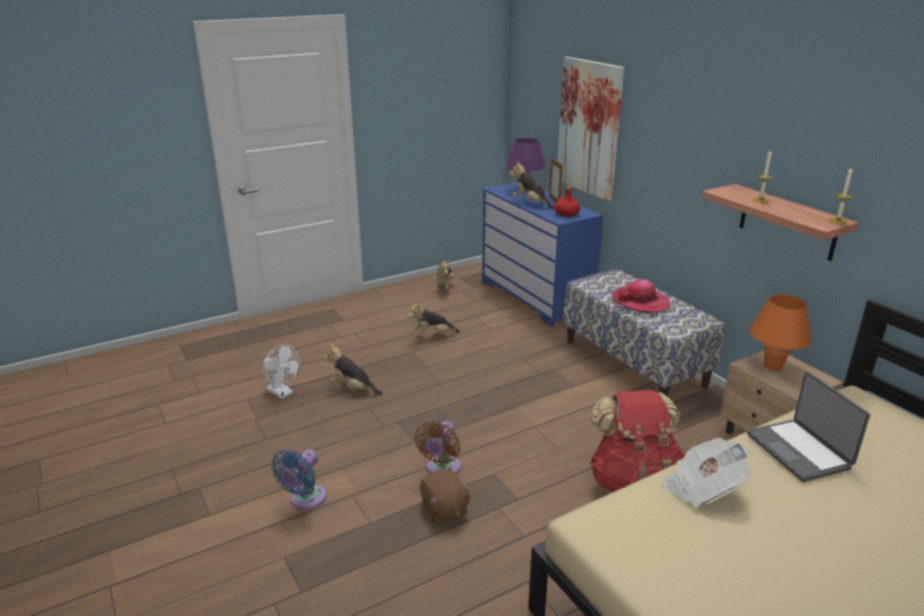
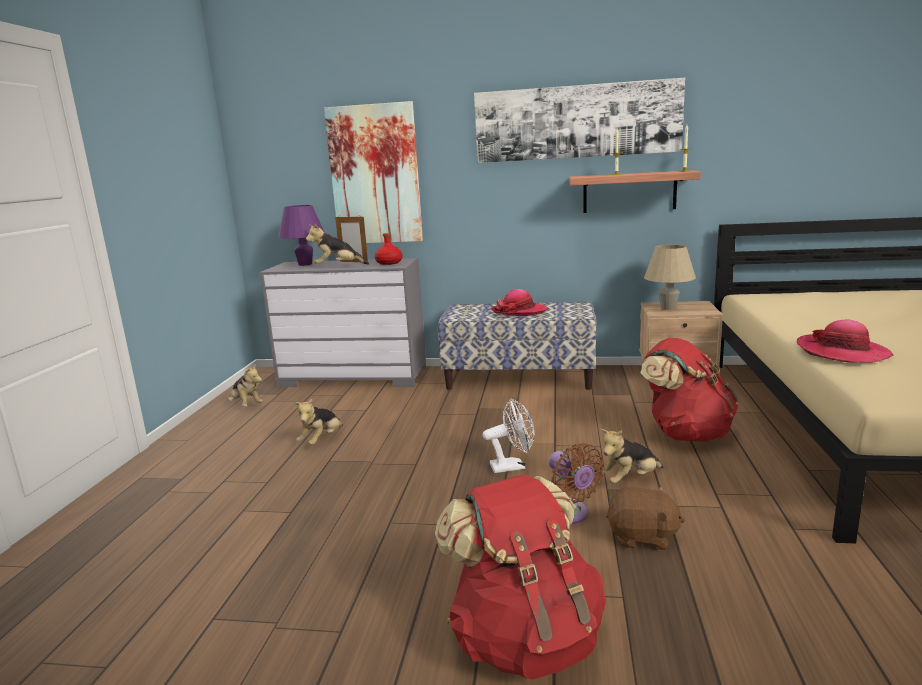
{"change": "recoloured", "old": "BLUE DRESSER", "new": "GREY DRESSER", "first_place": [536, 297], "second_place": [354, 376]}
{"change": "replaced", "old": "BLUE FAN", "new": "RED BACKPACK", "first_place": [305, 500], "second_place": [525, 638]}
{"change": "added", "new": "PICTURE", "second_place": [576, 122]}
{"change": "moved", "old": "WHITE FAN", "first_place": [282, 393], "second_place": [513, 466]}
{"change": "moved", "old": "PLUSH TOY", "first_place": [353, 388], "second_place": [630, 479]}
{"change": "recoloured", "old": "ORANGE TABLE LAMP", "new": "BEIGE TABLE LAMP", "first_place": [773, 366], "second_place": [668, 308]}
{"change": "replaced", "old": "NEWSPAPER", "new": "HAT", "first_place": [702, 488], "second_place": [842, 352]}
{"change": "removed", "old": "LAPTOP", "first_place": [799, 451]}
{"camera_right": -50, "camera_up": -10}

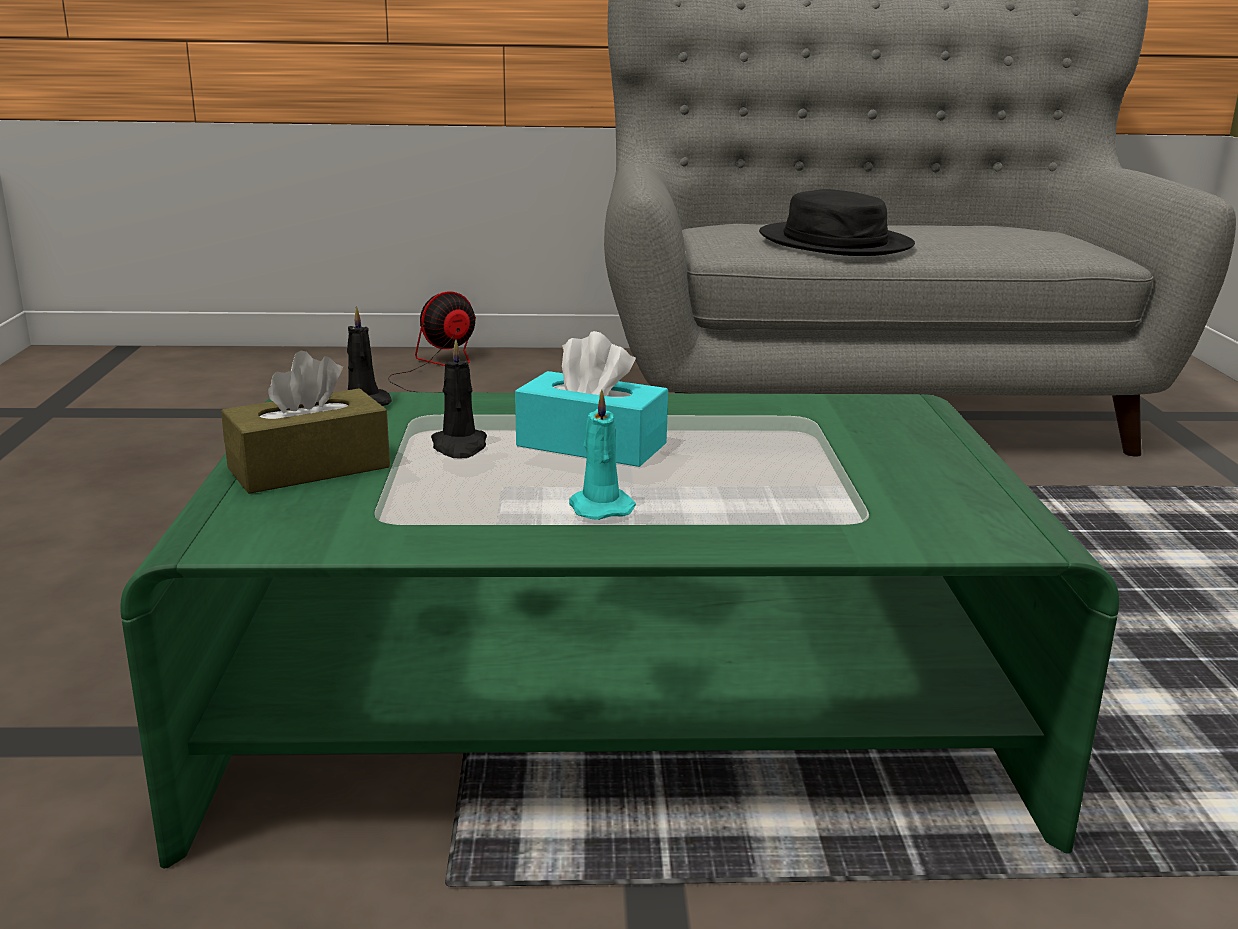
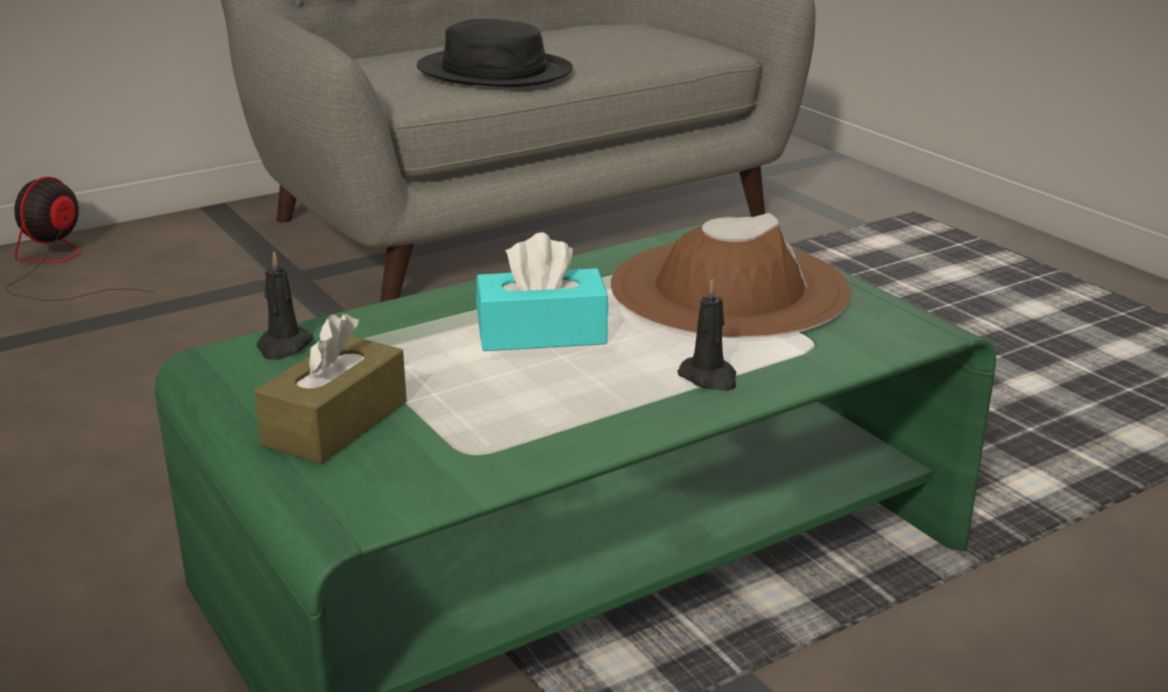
{"change": "added", "new": "BROWN HAT", "second_place": [729, 289]}
{"change": "moved", "old": "BLACK CANDLE", "first_place": [459, 447], "second_place": [709, 378]}
{"change": "removed", "old": "TURQUOISE CANDLE", "first_place": [599, 507]}
{"camera_right": -30, "camera_up": 5}

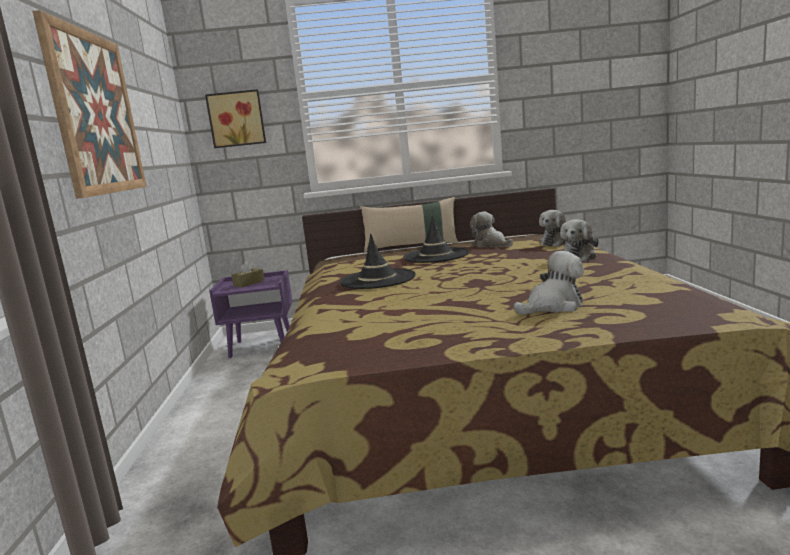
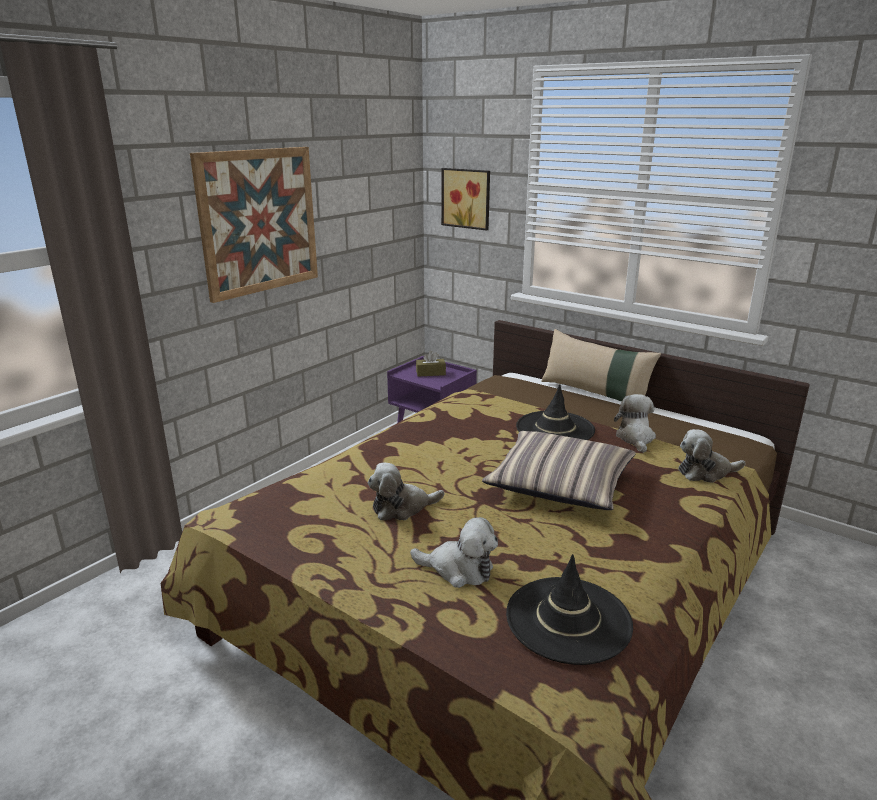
{"change": "moved", "old": "PLUSH TOY", "first_place": [578, 256], "second_place": [402, 508]}
{"change": "added", "new": "PILLOW", "second_place": [560, 484]}
{"change": "moved", "old": "BLACK HAT", "first_place": [377, 279], "second_place": [568, 619]}
{"camera_right": 40, "camera_up": 10}

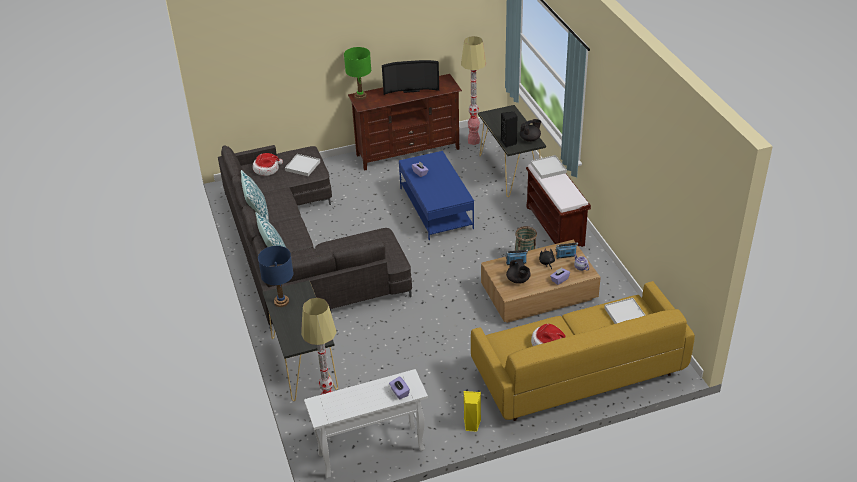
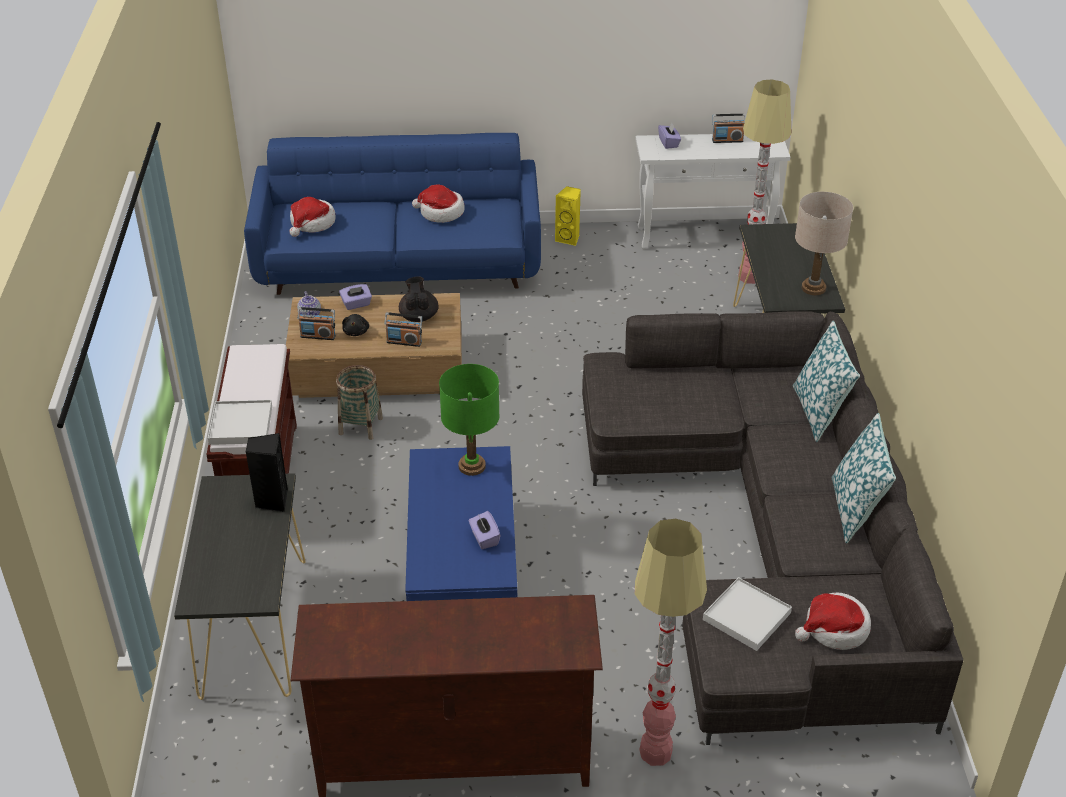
{"change": "recoloured", "old": "YELLOW SOFA", "new": "BLUE SOFA", "first_place": [577, 372], "second_place": [400, 263]}
{"change": "replaced", "old": "WHITE TRAY", "new": "HAT", "first_place": [625, 314], "second_place": [312, 223]}
{"change": "moved", "old": "GREEN TABLE LAMP", "first_place": [360, 96], "second_place": [472, 466]}
{"change": "moved", "old": "FLOOR LAMP", "first_place": [473, 141], "second_place": [655, 752]}
{"change": "added", "new": "RADIO", "second_place": [727, 140]}
{"change": "recoloured", "old": "BLUE TABLE LAMP", "new": "BEIGE TABLE LAMP", "first_place": [281, 301], "second_place": [813, 288]}
{"change": "removed", "old": "TELEVISION", "first_place": [410, 89]}
{"change": "removed", "old": "BLACK TEAPOT", "first_place": [530, 139]}
{"camera_right": -165, "camera_up": 0}

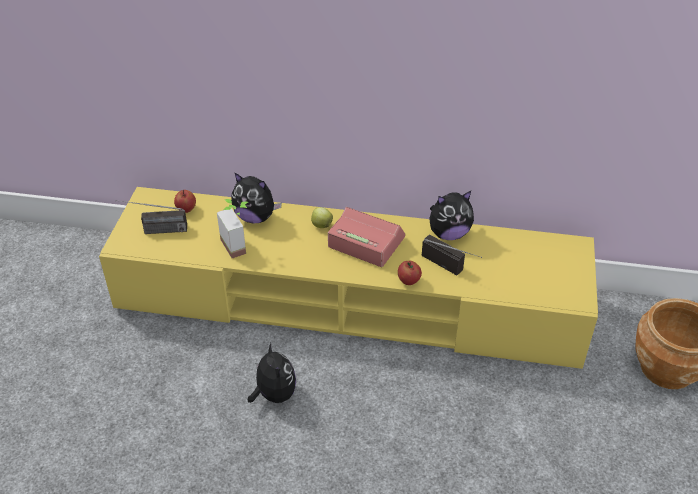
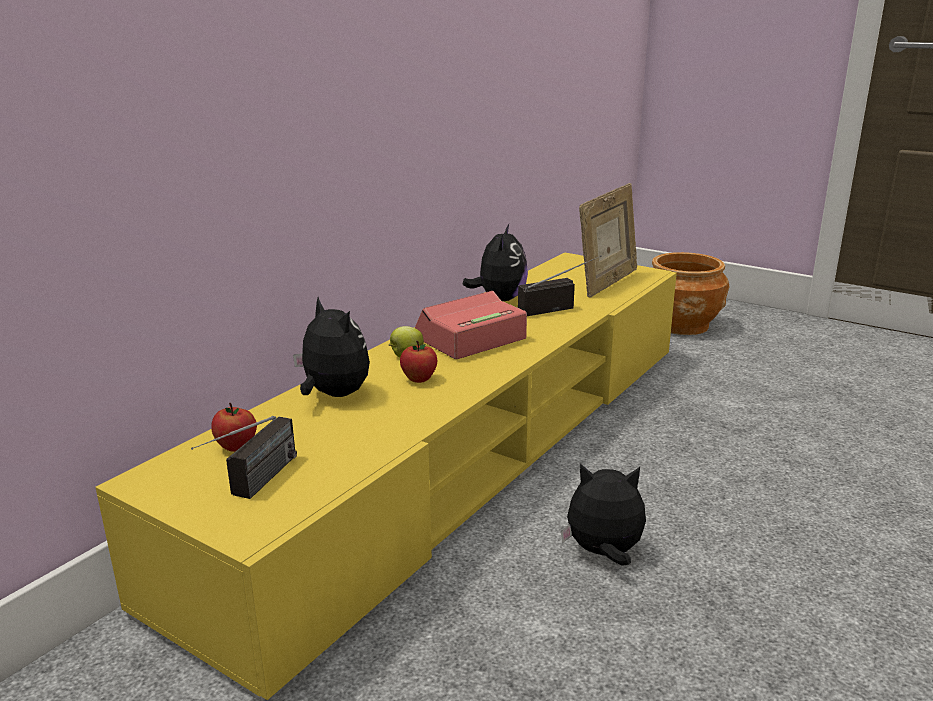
{"change": "turned", "old": "PLUSH TOY", "first_place": [255, 217], "second_place": [333, 395], "degrees": -90}
{"change": "moved", "old": "APPLE", "first_place": [409, 281], "second_place": [419, 379]}
{"change": "added", "new": "PICTURE FRAME", "second_place": [607, 283]}
{"change": "removed", "old": "POTTED PLANT", "first_place": [239, 244]}
{"camera_right": -65, "camera_up": -20}

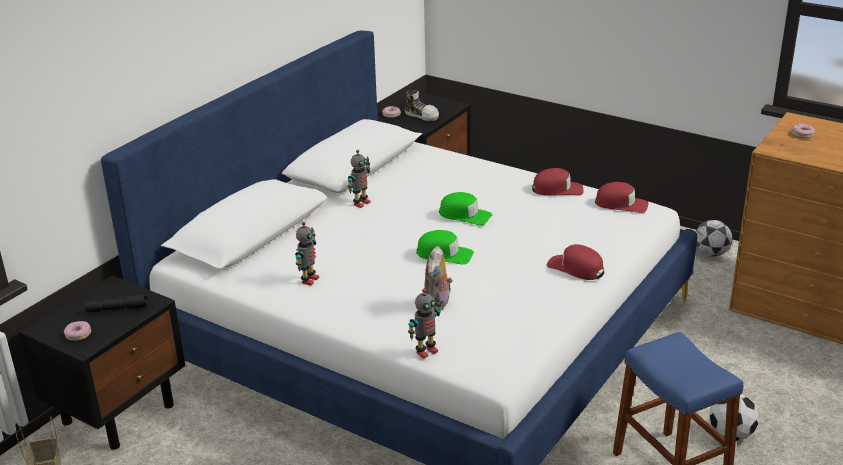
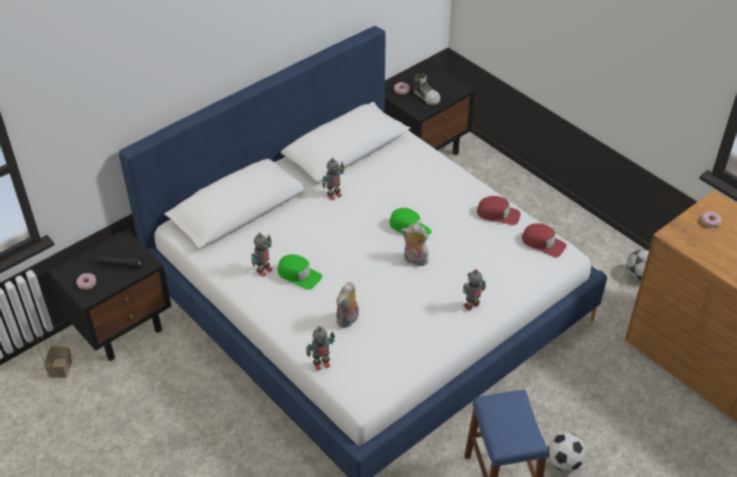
{"change": "moved", "old": "GREEN CAP", "first_place": [444, 254], "second_place": [299, 275]}
{"change": "added", "new": "PLUSH TOY", "second_place": [414, 261]}
{"change": "replaced", "old": "RED CAP", "new": "TOY ROBOT", "first_place": [575, 268], "second_place": [472, 306]}
{"camera_right": 15, "camera_up": 15}

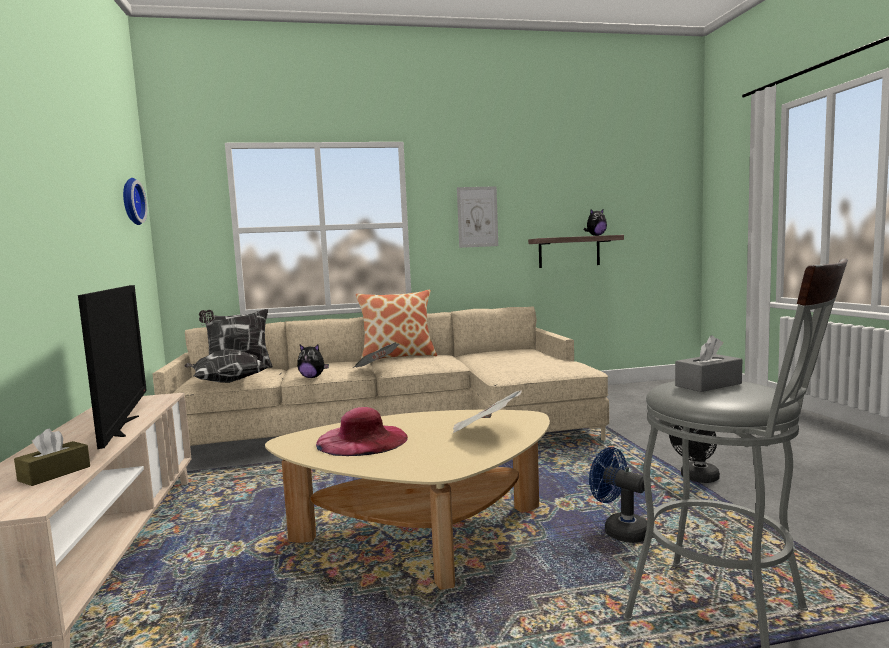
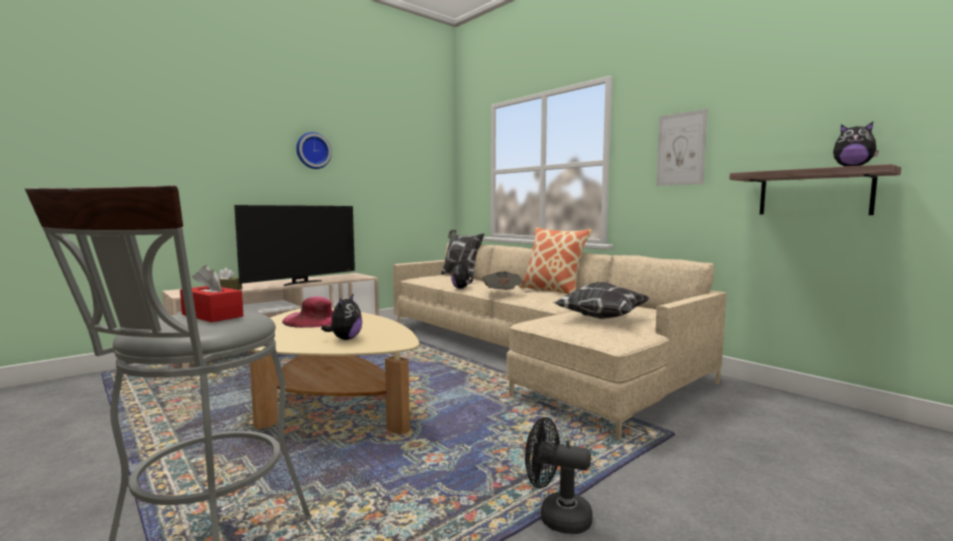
{"change": "recoloured", "old": "GREY TISSUE BOX", "new": "RED TISSUE BOX", "first_place": [708, 384], "second_place": [212, 315]}
{"change": "moved", "old": "WALL CLOCK", "first_place": [130, 201], "second_place": [312, 151]}
{"change": "replaced", "old": "NEWSPAPER", "new": "PLUSH TOY", "first_place": [484, 432], "second_place": [345, 339]}
{"change": "moved", "old": "PILLOW", "first_place": [227, 382], "second_place": [600, 318]}
{"change": "removed", "old": "BLUE FAN", "first_place": [620, 530]}
{"camera_right": 60, "camera_up": 0}

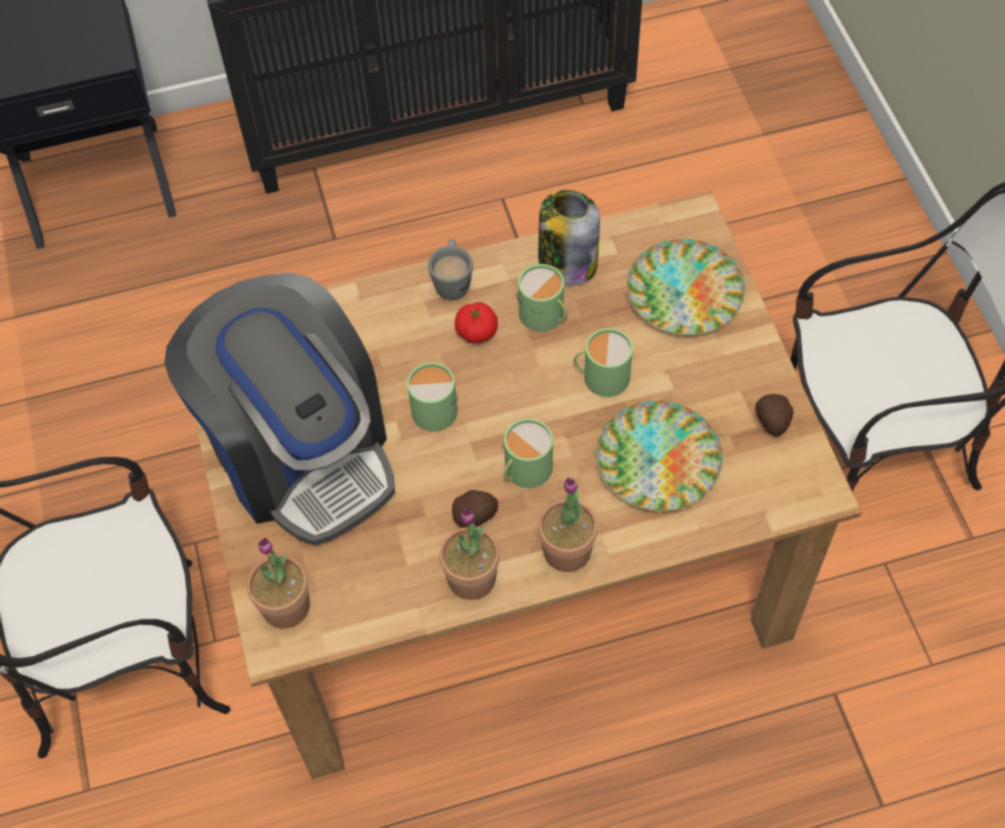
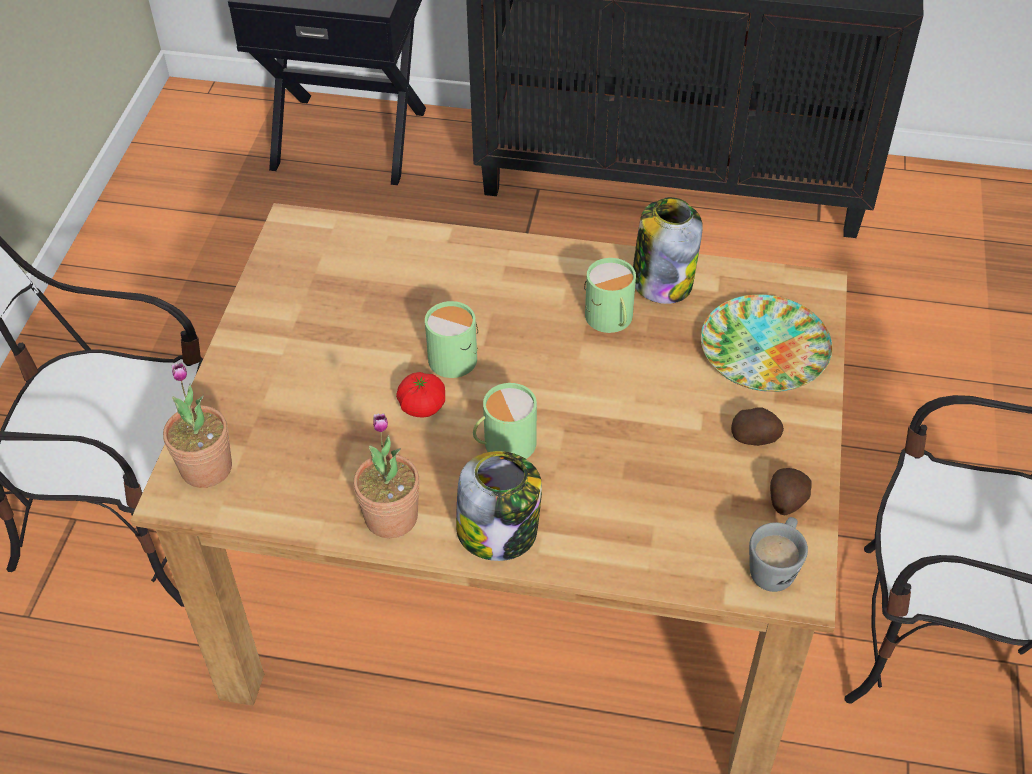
{"change": "moved", "old": "TOMATO", "first_place": [476, 331], "second_place": [422, 406]}
{"change": "replaced", "old": "POTTED PLANT", "new": "JAR", "first_place": [567, 551], "second_place": [499, 532]}
{"change": "moved", "old": "POTATO", "first_place": [476, 516], "second_place": [755, 438]}
{"change": "moved", "old": "GREY MUG", "first_place": [452, 281], "second_place": [775, 567]}
{"change": "removed", "old": "COFFEE MACHINE", "first_place": [300, 451]}
{"change": "removed", "old": "GREEN MUG", "first_place": [601, 376]}
{"change": "removed", "old": "PLATE", "first_place": [657, 461]}
{"camera_right": 25, "camera_up": -10}

